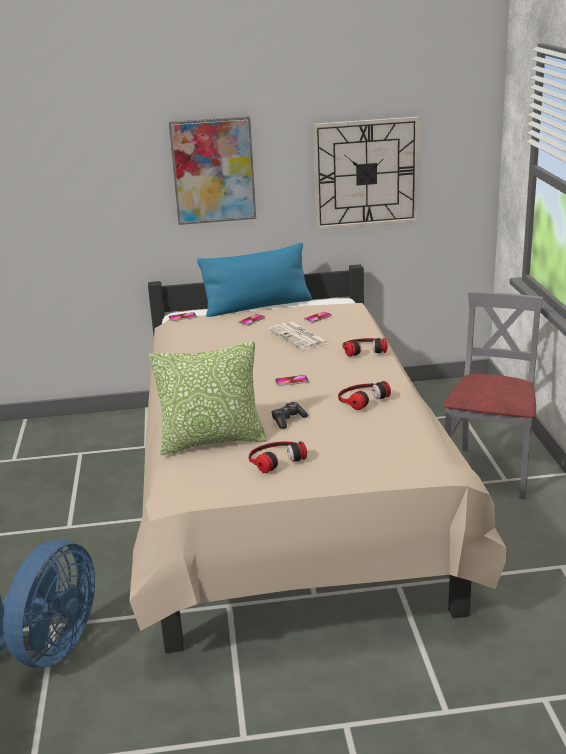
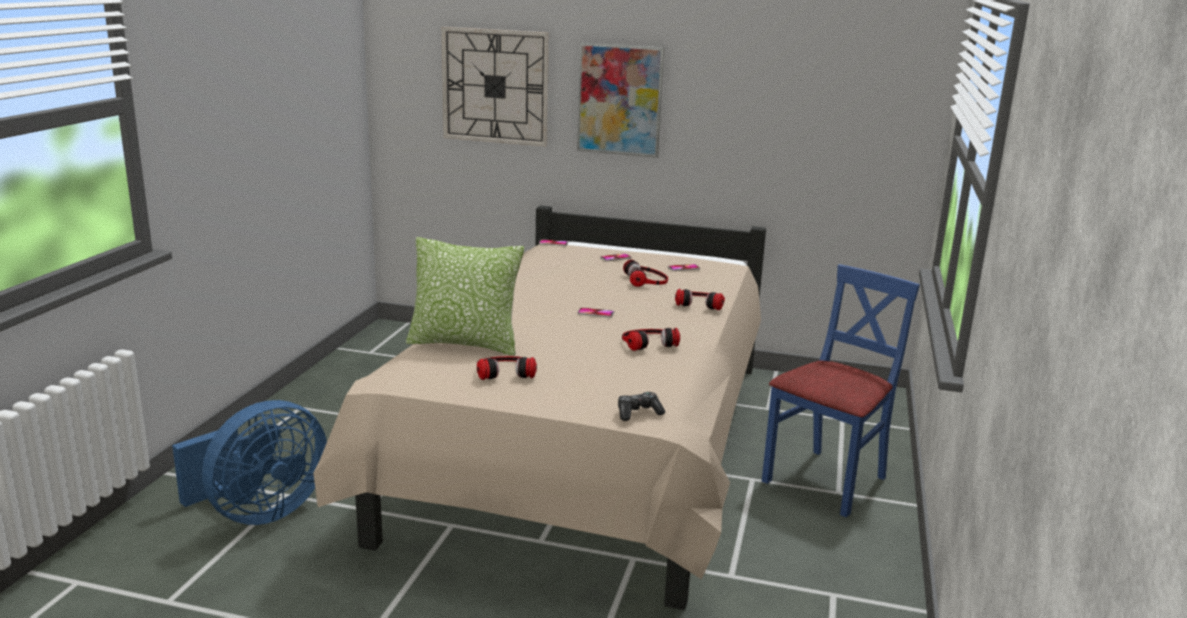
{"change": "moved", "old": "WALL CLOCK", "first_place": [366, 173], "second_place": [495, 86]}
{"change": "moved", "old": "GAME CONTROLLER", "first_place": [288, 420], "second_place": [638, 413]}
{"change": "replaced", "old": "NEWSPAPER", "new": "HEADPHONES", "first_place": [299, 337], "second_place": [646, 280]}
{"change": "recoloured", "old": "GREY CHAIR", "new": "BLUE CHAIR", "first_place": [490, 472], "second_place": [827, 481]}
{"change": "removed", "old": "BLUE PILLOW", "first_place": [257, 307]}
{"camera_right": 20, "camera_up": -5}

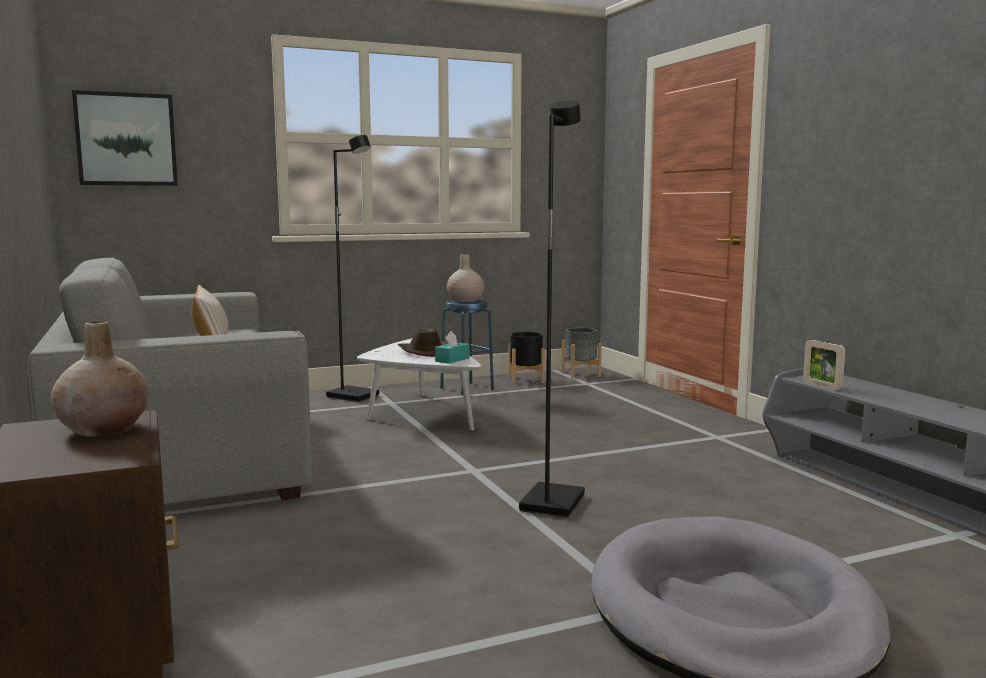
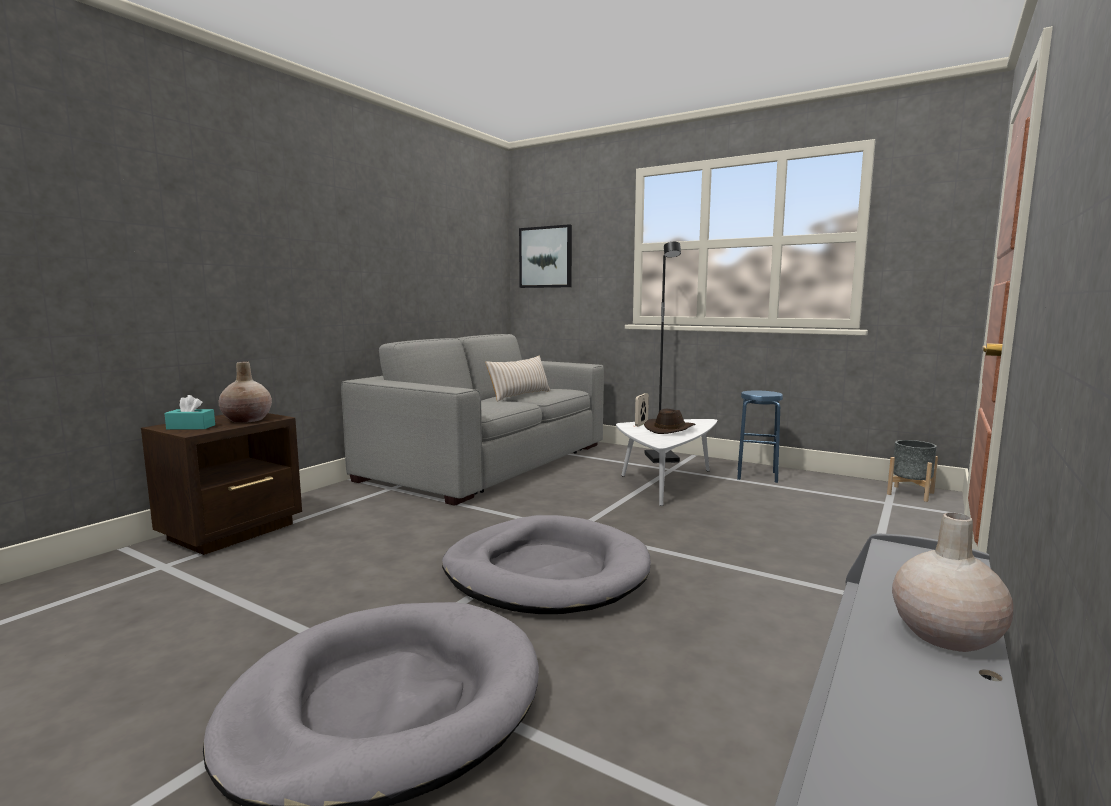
{"change": "moved", "old": "TURQUOISE TISSUE BOX", "first_place": [452, 360], "second_place": [191, 427]}
{"change": "replaced", "old": "BLACK FLOOR LAMP", "new": "GREY DOG BED", "first_place": [551, 503], "second_place": [546, 572]}
{"change": "moved", "old": "PICTURE FRAME", "first_place": [822, 386], "second_place": [641, 424]}
{"change": "moved", "old": "BEIGE VASE", "first_place": [465, 300], "second_place": [944, 635]}
{"change": "removed", "old": "BLACK PLANTER", "first_place": [526, 380]}
{"camera_right": 55, "camera_up": 0}

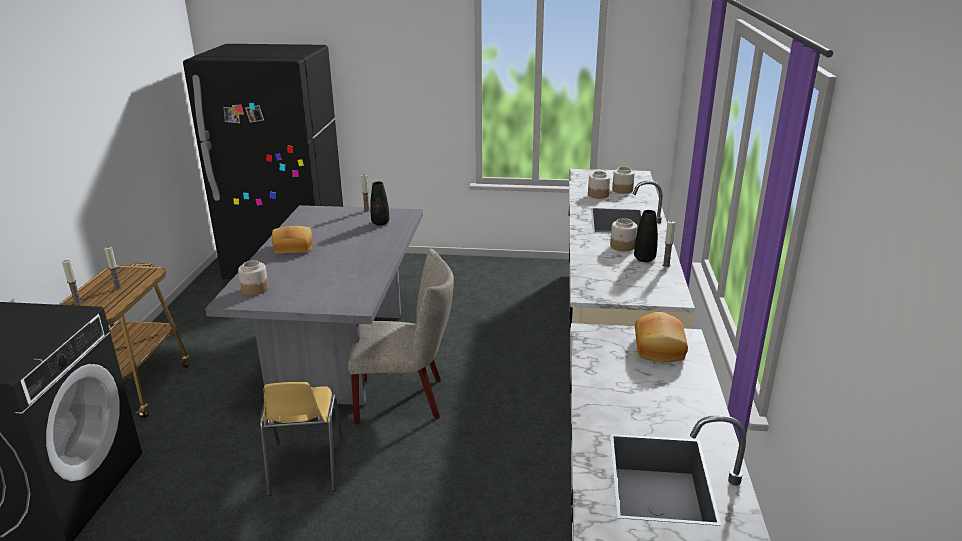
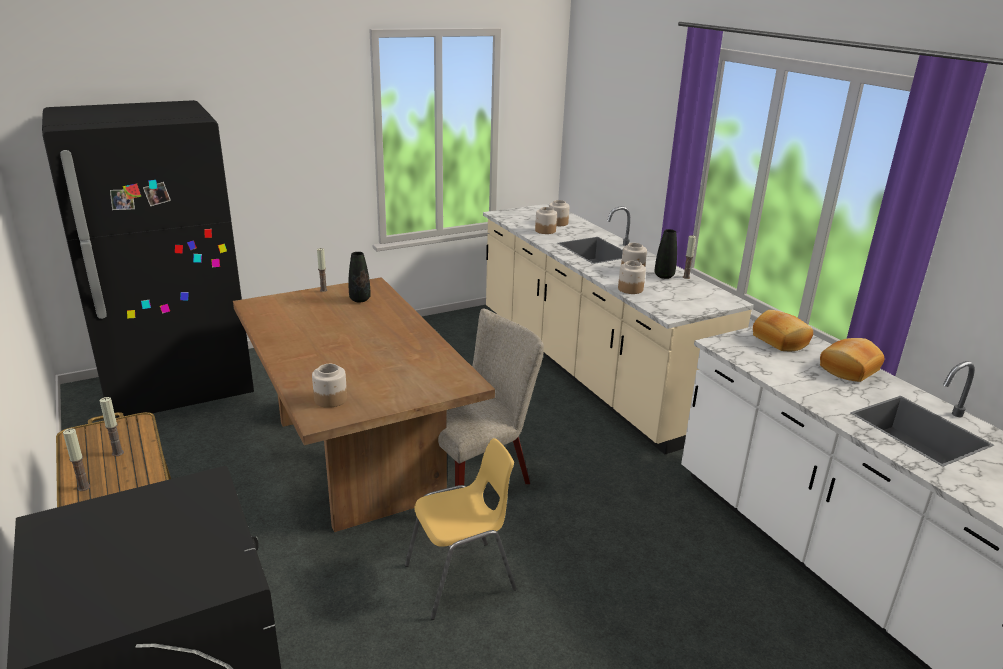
{"change": "recoloured", "old": "GREY DINING TABLE", "new": "BROWN DINING TABLE", "first_place": [339, 352], "second_place": [356, 457]}
{"change": "turned", "old": "YELLOW CHAIR", "first_place": [305, 467], "second_place": [461, 578], "degrees": -75}
{"change": "added", "new": "JAR", "second_place": [630, 289]}
{"change": "moved", "old": "BREAD", "first_place": [293, 247], "second_place": [847, 369]}
{"camera_right": -35, "camera_up": 0}

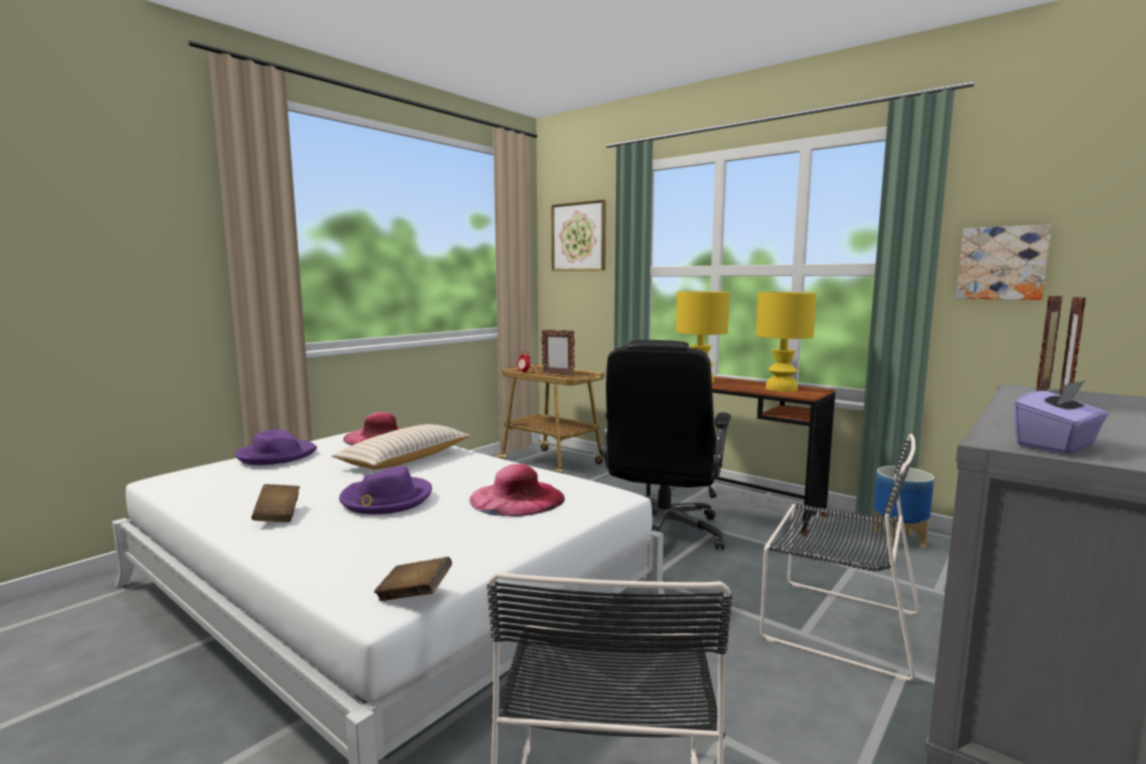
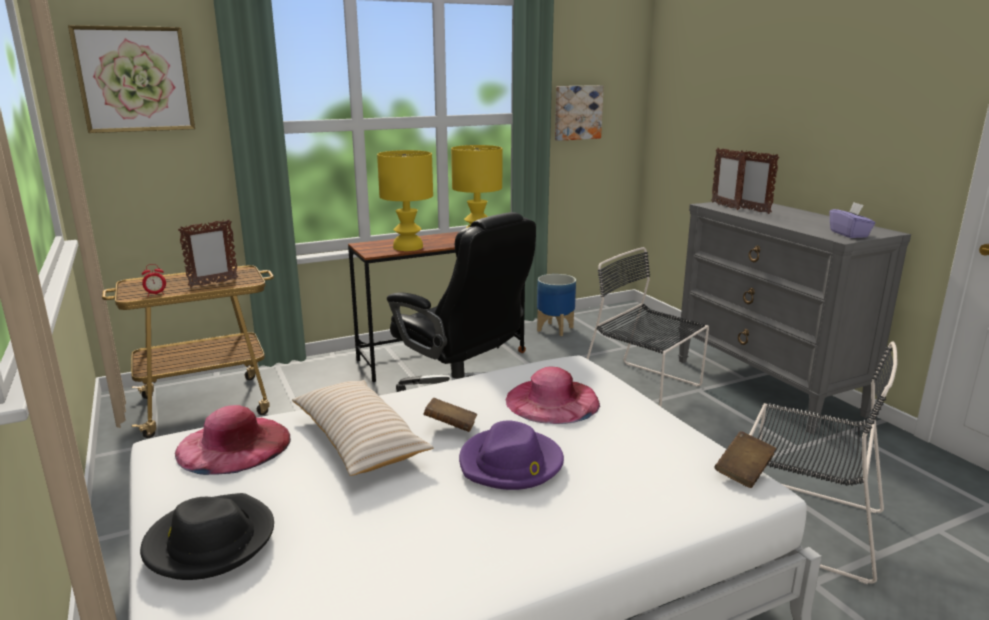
{"change": "recoloured", "old": "PURPLE HAT", "new": "BLACK HAT", "first_place": [276, 455], "second_place": [210, 541]}
{"change": "moved", "old": "BROWN BOOK", "first_place": [278, 515], "second_place": [450, 427]}
{"change": "turned", "old": "BLACK CHAIR", "first_place": [835, 624], "second_place": [644, 389], "degrees": -105}
{"camera_right": -65, "camera_up": 10}

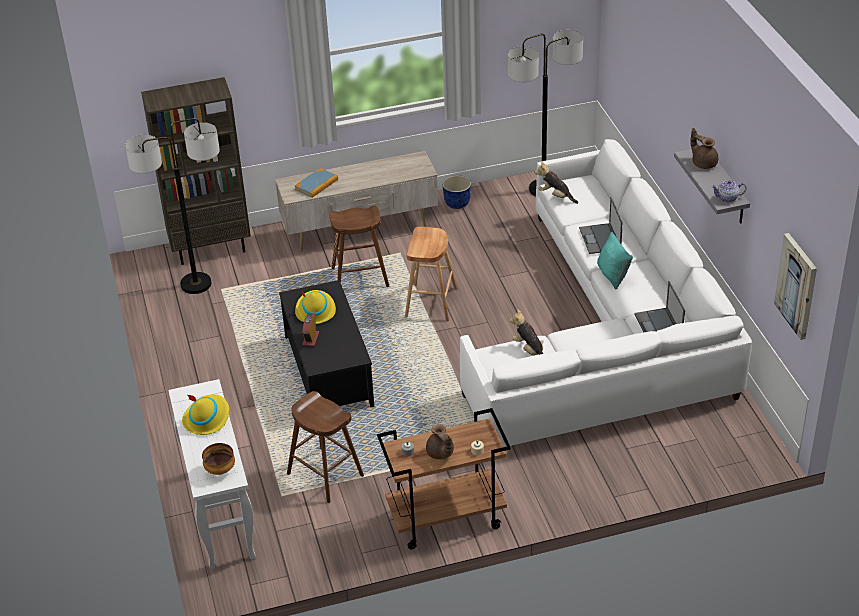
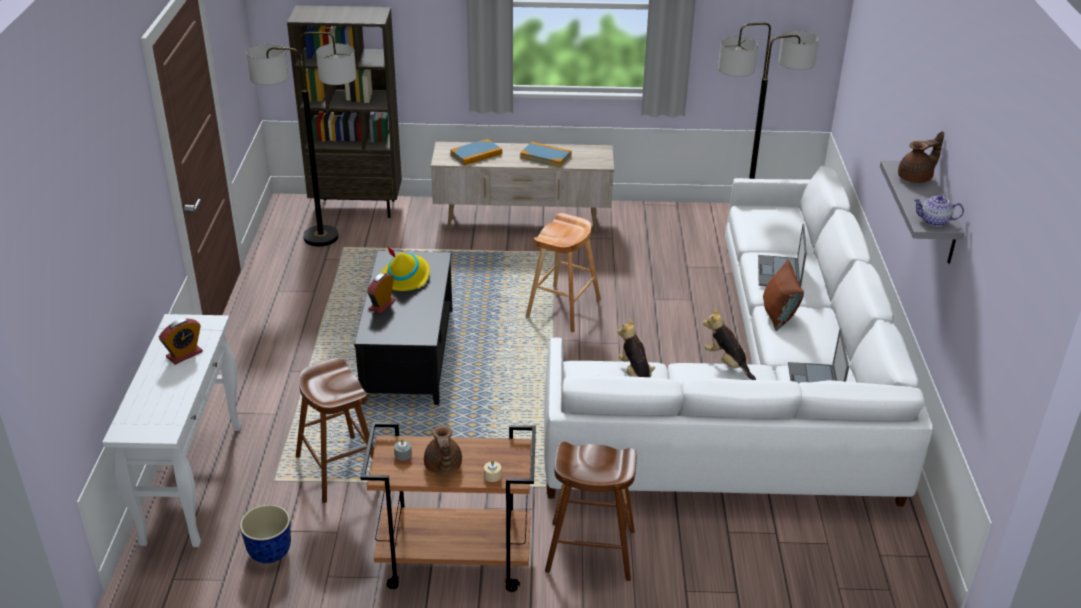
{"change": "replaced", "old": "YELLOW HAT", "new": "ALARM CLOCK", "first_place": [207, 418], "second_place": [184, 354]}
{"change": "moved", "old": "PLANTER", "first_place": [456, 204], "second_place": [269, 552]}
{"change": "added", "new": "BOOK", "second_place": [545, 156]}
{"change": "moved", "old": "BROWN STOOL", "first_place": [360, 277], "second_place": [591, 551]}
{"change": "moved", "old": "PLUSH TOY", "first_place": [555, 196], "second_place": [727, 363]}
{"change": "recoloured", "old": "TURQUOISE PILLOW", "new": "BROWN PILLOW", "first_place": [613, 275], "second_place": [779, 315]}
{"change": "turned", "old": "BROWN TEAPOT", "first_place": [703, 163], "second_place": [916, 178], "degrees": 90}
{"change": "removed", "old": "BOWL", "first_place": [220, 470]}
{"change": "removed", "old": "PICTURE", "first_place": [797, 286]}
{"camera_right": 15, "camera_up": -5}

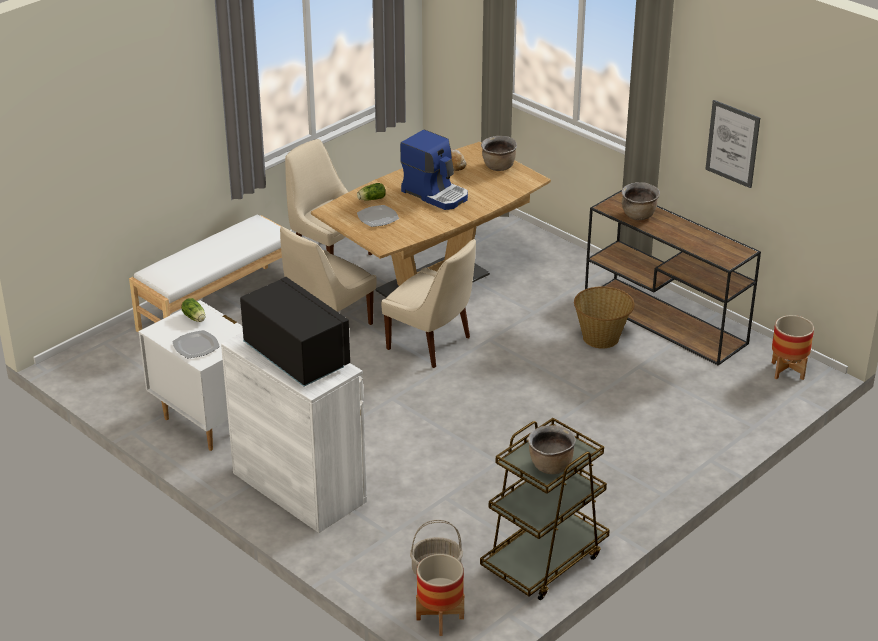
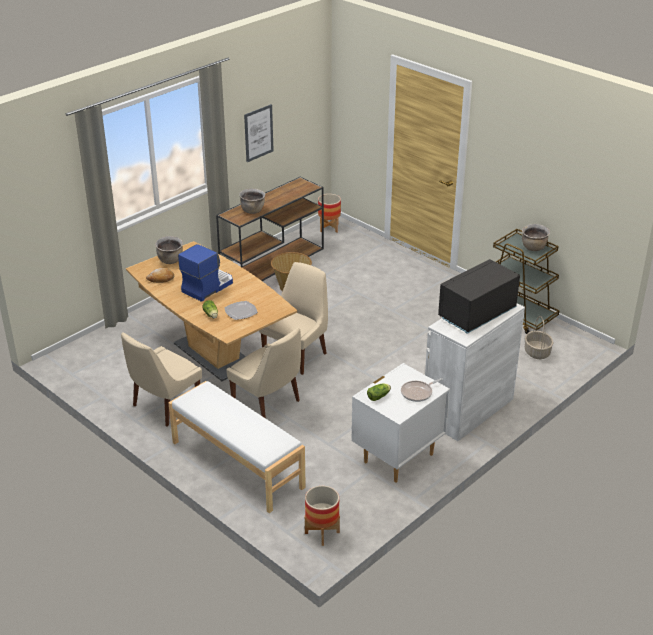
{"change": "moved", "old": "PLANTER", "first_place": [440, 618], "second_place": [322, 533]}
{"change": "replaced", "old": "PLATE", "new": "FRYING PAN", "first_place": [196, 346], "second_place": [418, 393]}
{"camera_right": -90, "camera_up": 0}

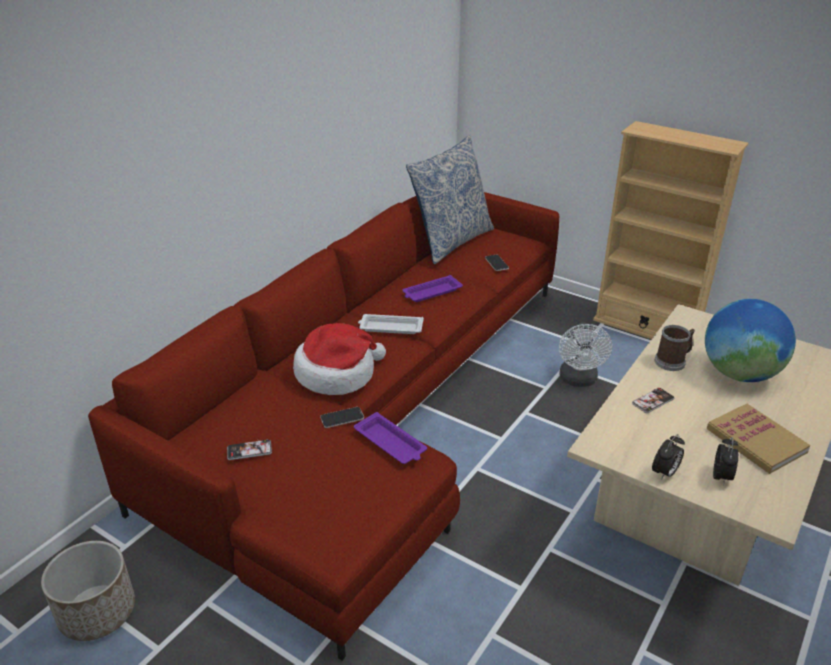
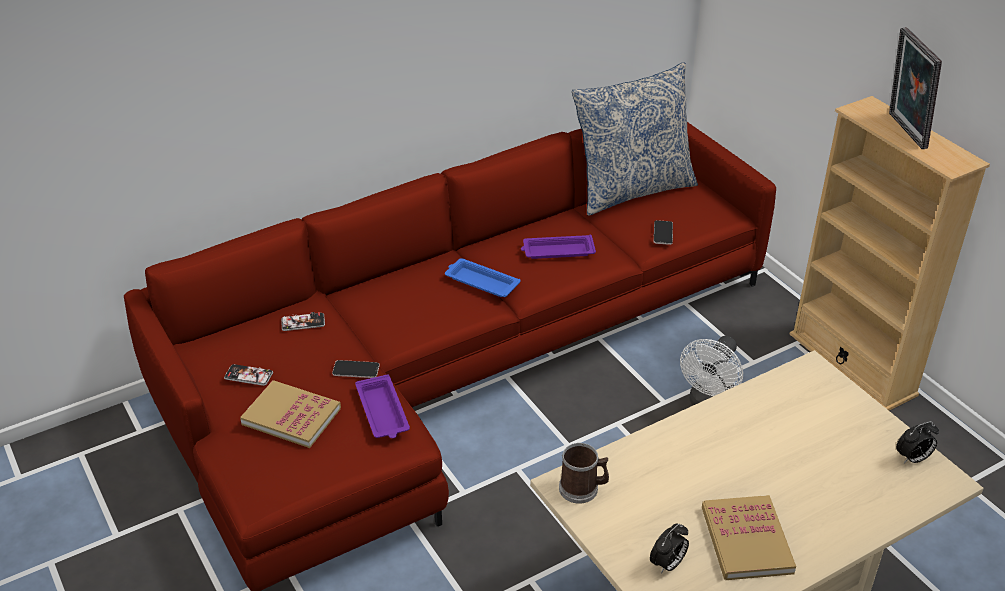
{"change": "added", "new": "BOOK", "second_place": [291, 416]}
{"change": "moved", "old": "PHONE", "first_place": [653, 401], "second_place": [303, 322]}
{"change": "recoloured", "old": "WHITE TRAY", "new": "BLUE TRAY", "first_place": [390, 327], "second_place": [481, 282]}
{"change": "moved", "old": "MUG", "first_place": [672, 361], "second_place": [583, 489]}
{"change": "added", "new": "PICTURE FRAME", "second_place": [903, 131]}
{"change": "moved", "old": "ALARM CLOCK", "first_place": [665, 473], "second_place": [912, 458]}
{"change": "removed", "old": "PLANTER", "first_place": [97, 612]}
{"change": "removed", "old": "HAT", "first_place": [337, 373]}
{"change": "removed", "old": "GLOBE", "first_place": [739, 374]}
{"camera_right": 25, "camera_up": 5}

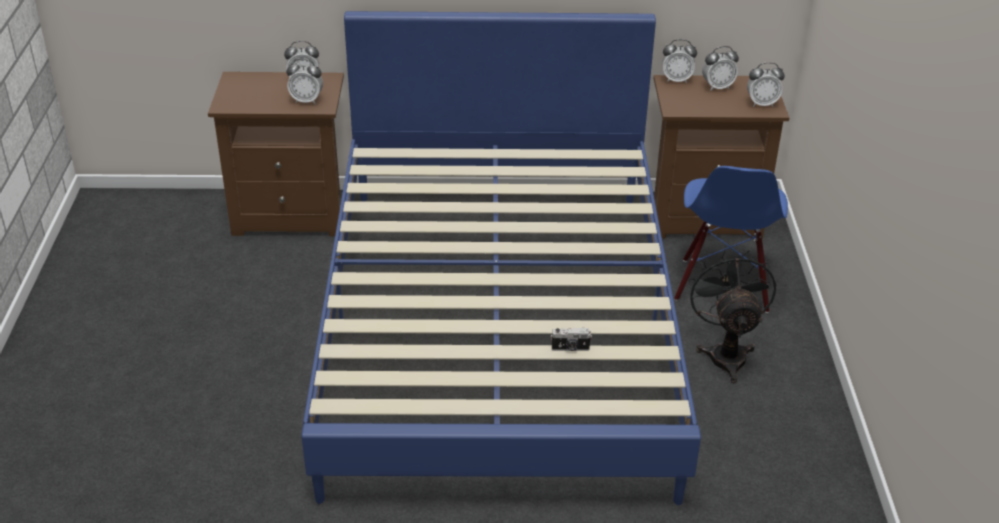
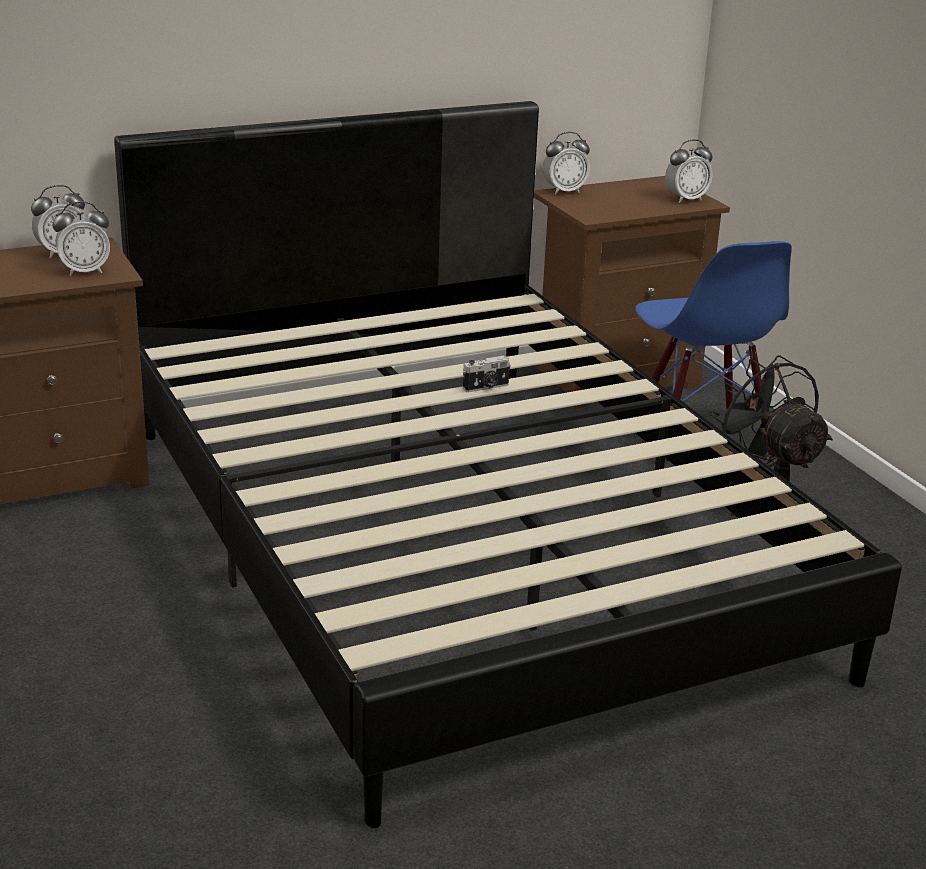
{"change": "recoloured", "old": "BLUE BED", "new": "BLACK BED", "first_place": [499, 326], "second_place": [460, 542]}
{"change": "moved", "old": "PHOTO CAMERA", "first_place": [570, 348], "second_place": [486, 387]}
{"change": "removed", "old": "ALARM CLOCK", "first_place": [717, 87]}
{"camera_right": -25, "camera_up": -10}

